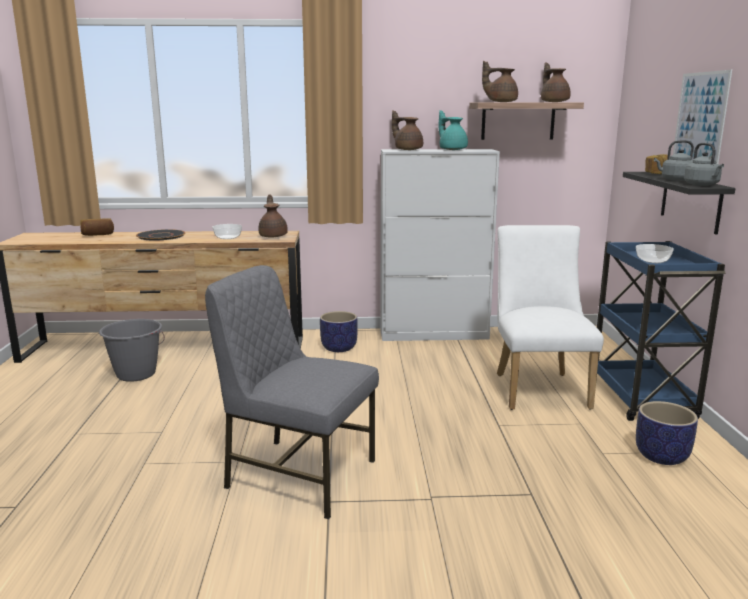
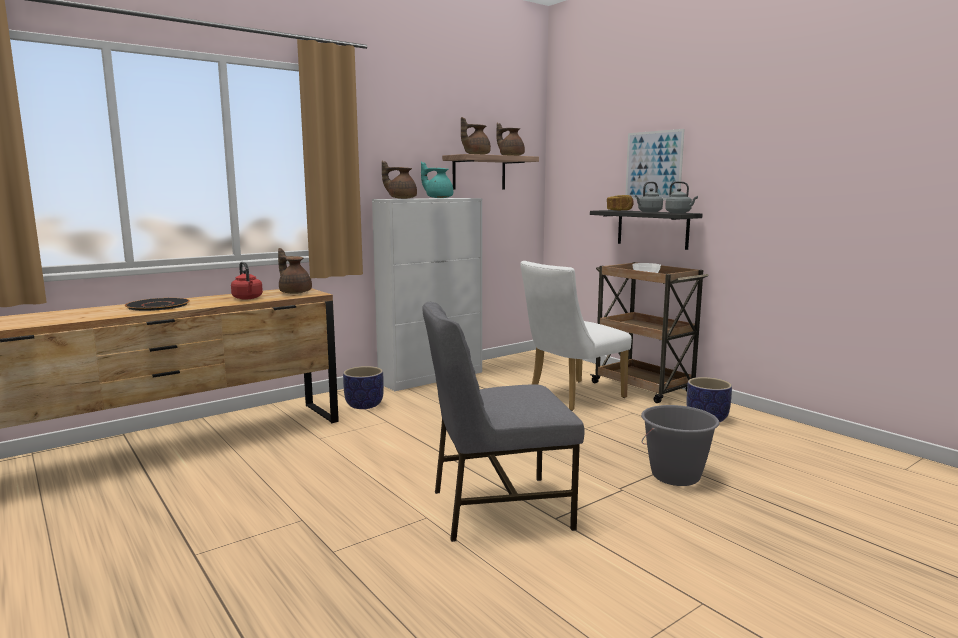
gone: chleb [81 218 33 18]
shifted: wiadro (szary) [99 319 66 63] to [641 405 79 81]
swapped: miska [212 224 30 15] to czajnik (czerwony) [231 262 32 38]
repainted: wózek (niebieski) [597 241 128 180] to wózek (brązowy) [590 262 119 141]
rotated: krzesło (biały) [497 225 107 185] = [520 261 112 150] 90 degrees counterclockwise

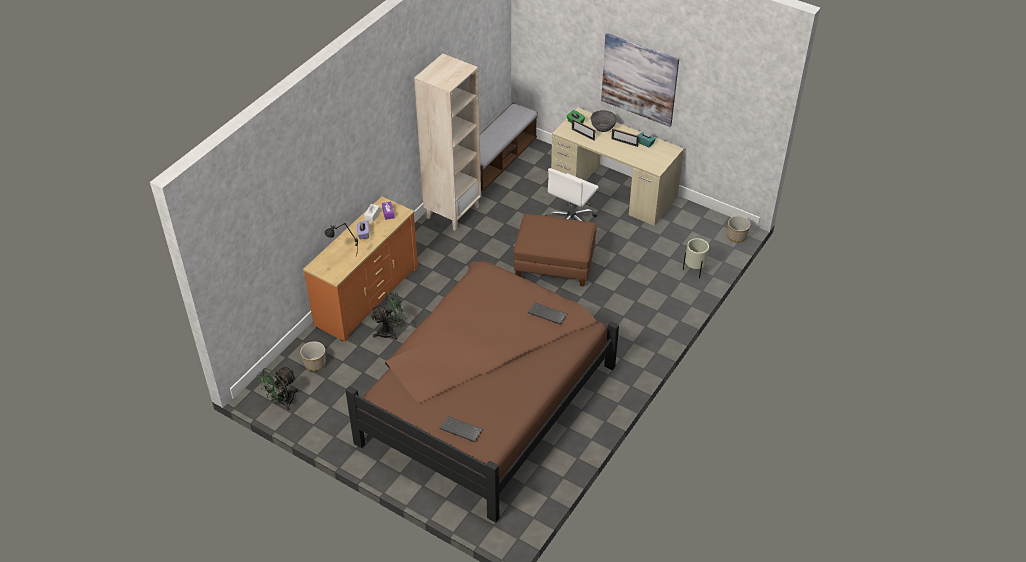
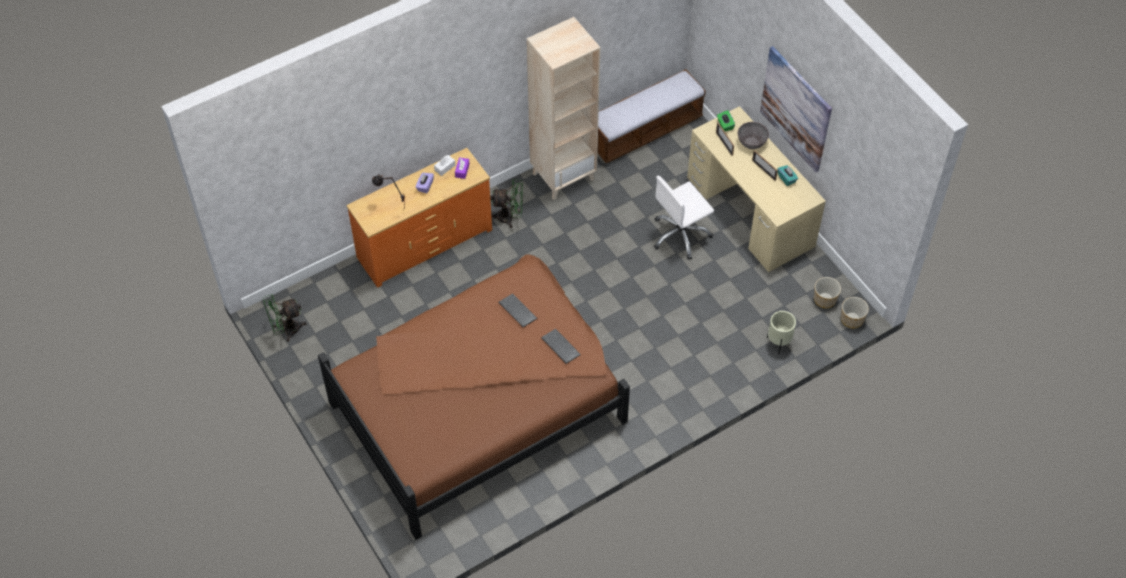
gone: pufa (brązowy) [514 214 83 73]
shifted: donica [300 341 26 30] to [814 277 27 31]; wentylator (zielony) [371 291 35 49] to [490 179 33 49]; klawiatura [440 416 43 26] to [498 293 39 34]

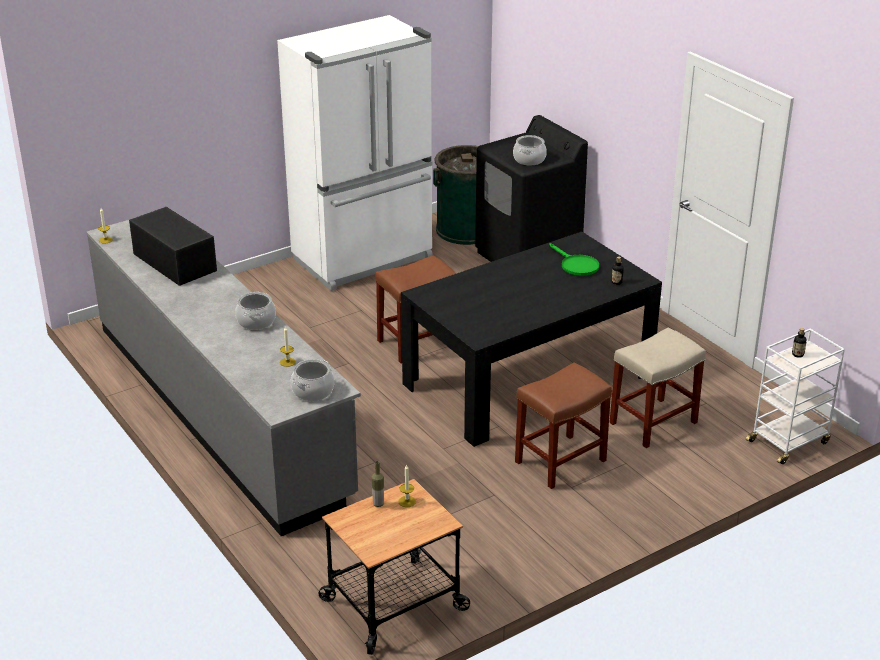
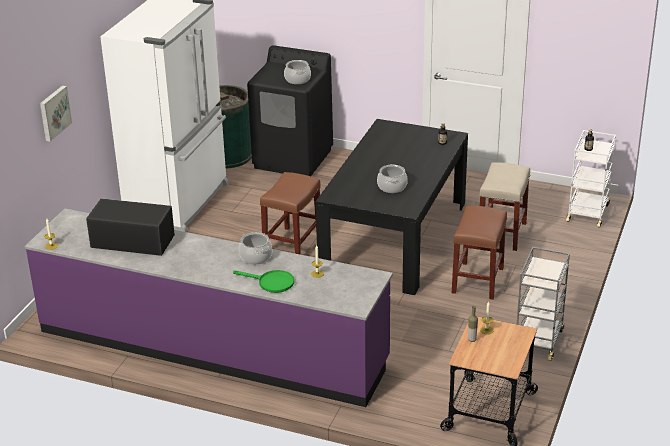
new: obraz [40 85 32 57]; wózek (szary) [517 247 53 114]
shifted: garnek [291 359 43 42] to [377 164 31 29]; patelnia (zielony) [549 243 50 33] to [233 270 61 23]
repainted: zabudowa kuchenna (szary) [87 220 274 316] to zabudowa kuchenna (fioletowy) [25 208 368 199]

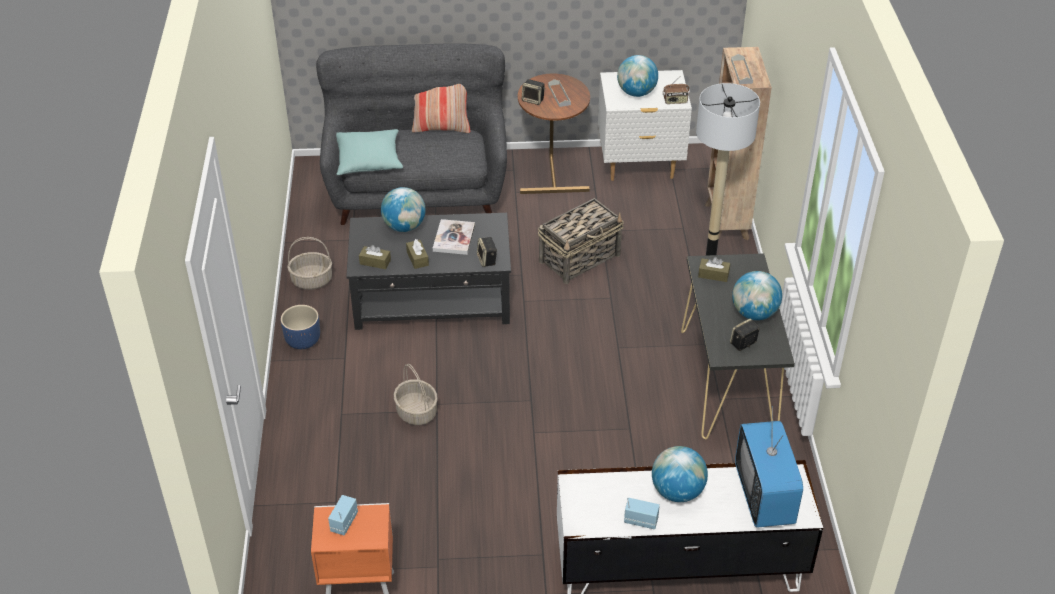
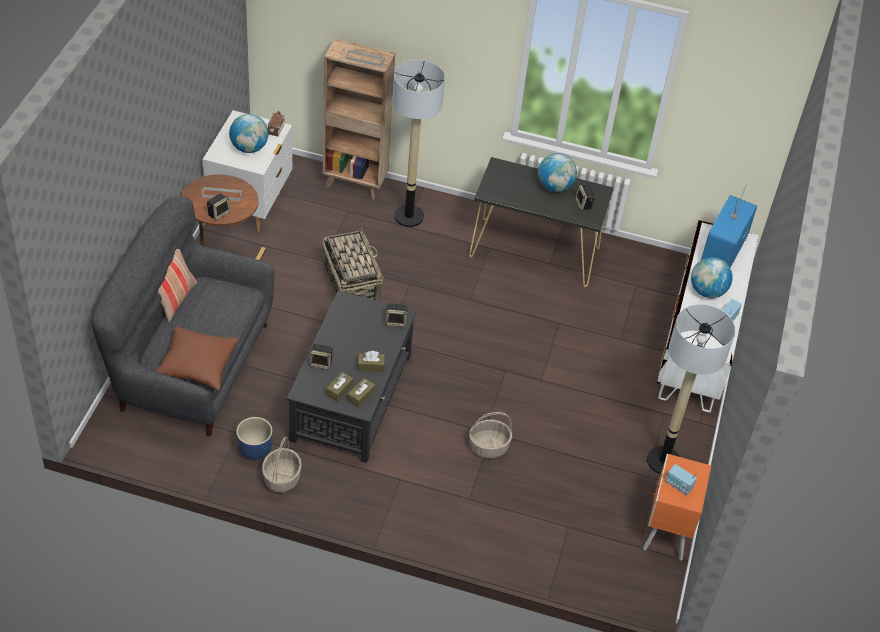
gone: książka [433 219 42 36]
new: lampa stojąca [647 304 88 170]
shifted: donica (niebieski) [281 305 39 44] to [236 417 37 43]; pudełko chusteczek (brązowy) [698 257 32 25] to [326 372 27 30]
swapped: globus [381 187 45 45] to głośnik [309 344 25 26]
repainted: poduszka (turkusowy) [336 129 67 46] to poduszka (brązowy) [156 326 83 65]
rotated: telewizor [735 406 68 122] = [701 186 56 82] 105 degrees clockwise

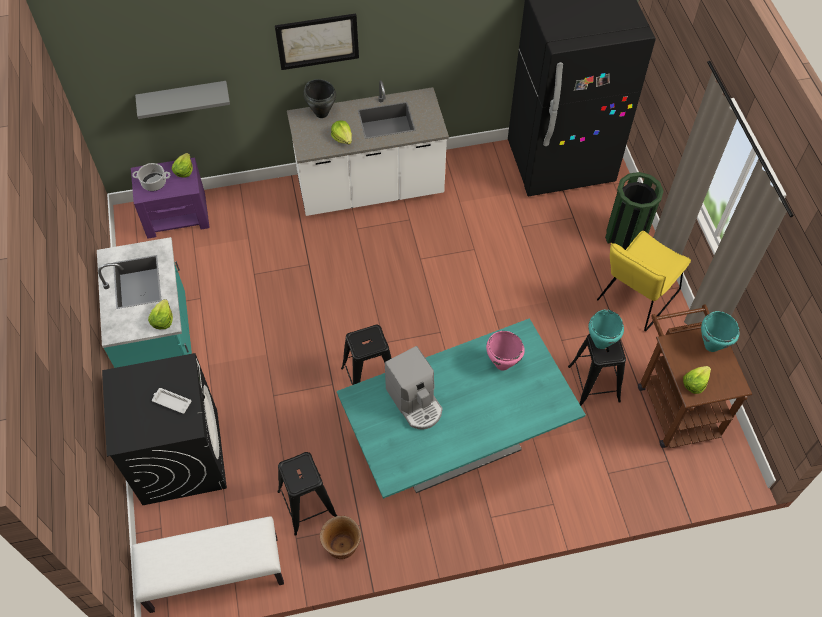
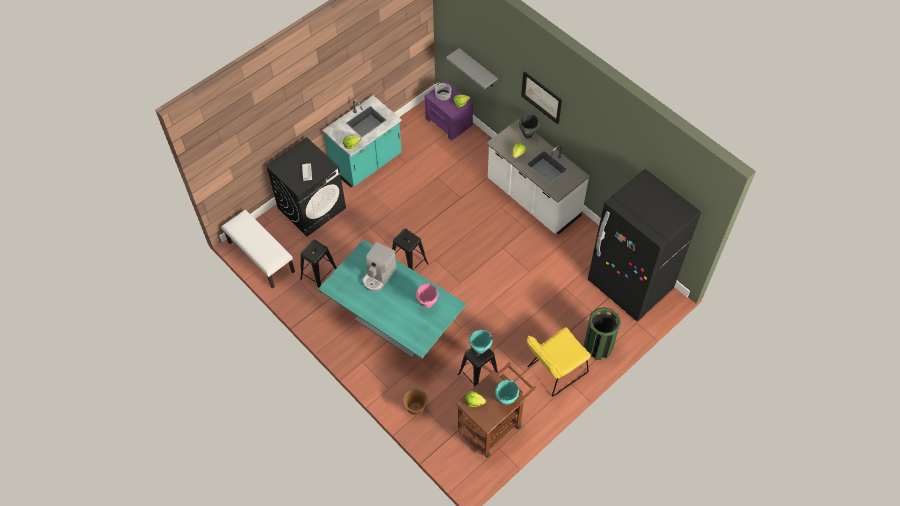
shifted: donica (brązowy) [320 516 41 43] to [403 389 25 26]
rotated: krzesło (żółty) [597 231 94 100] = [527 327 64 69] 45 degrees counterclockwise

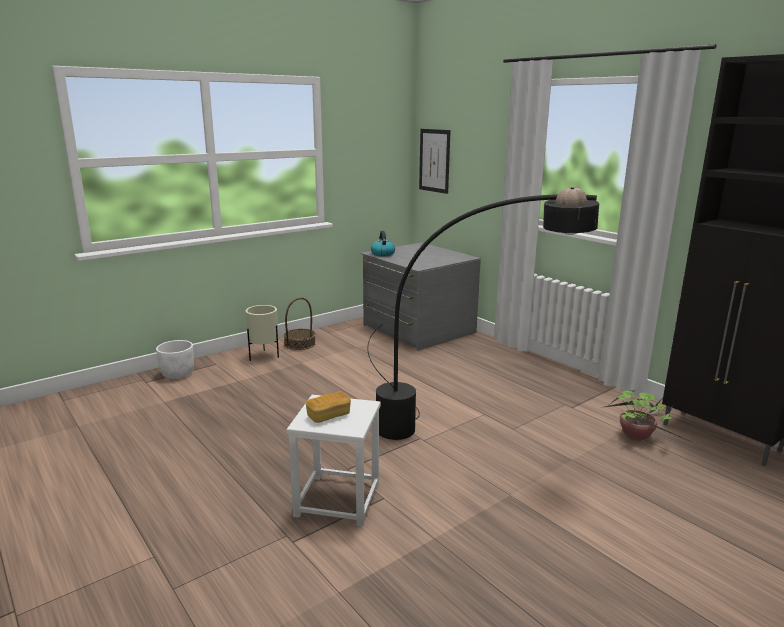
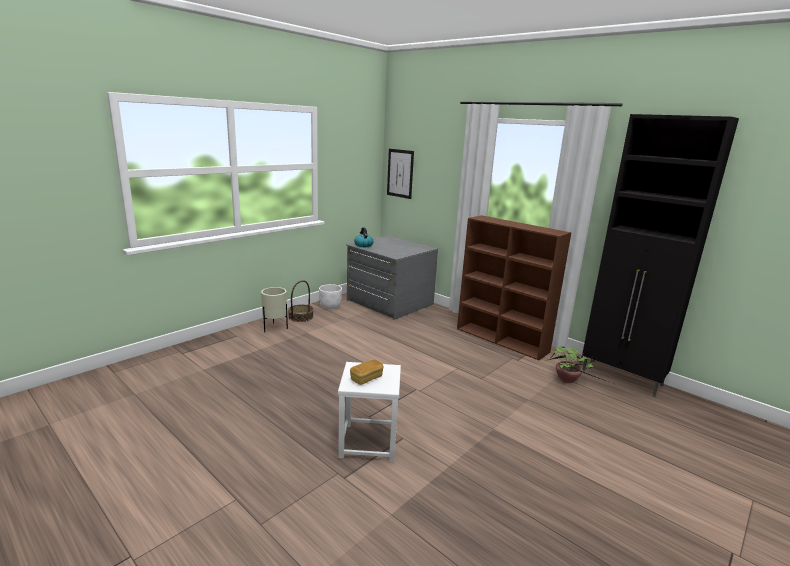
gone: lampa stojąca (czarny) [367 187 232 253]
new: regał (brązowy) [457 215 114 145]
shifted: donica (biały) [156 340 38 39] to [319 284 23 25]

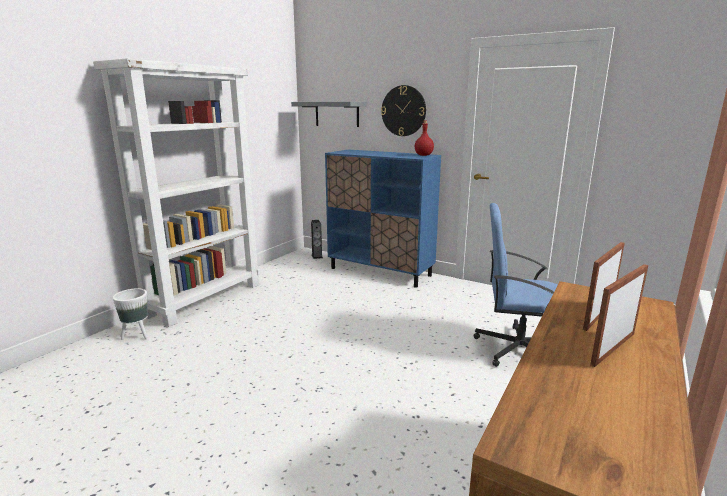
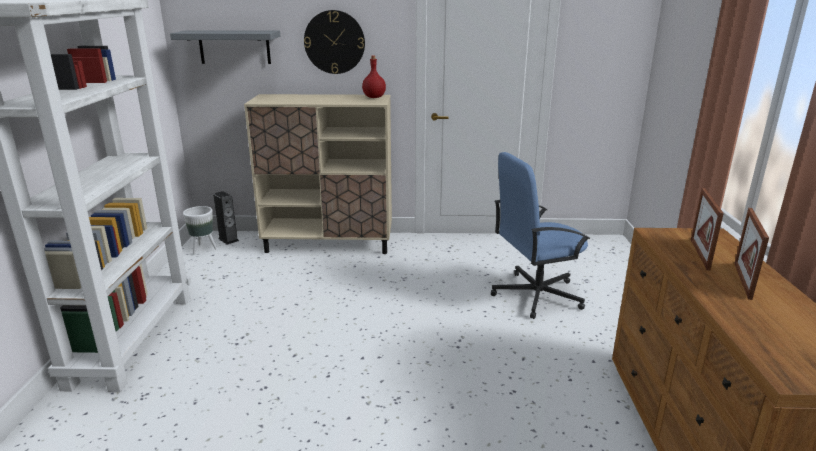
shifted: donica (biały) [113 288 35 52] to [183 206 34 49]
repainted: szafka (niebieski) [325 150 116 138] to szafka (beżowy) [244 94 148 160]

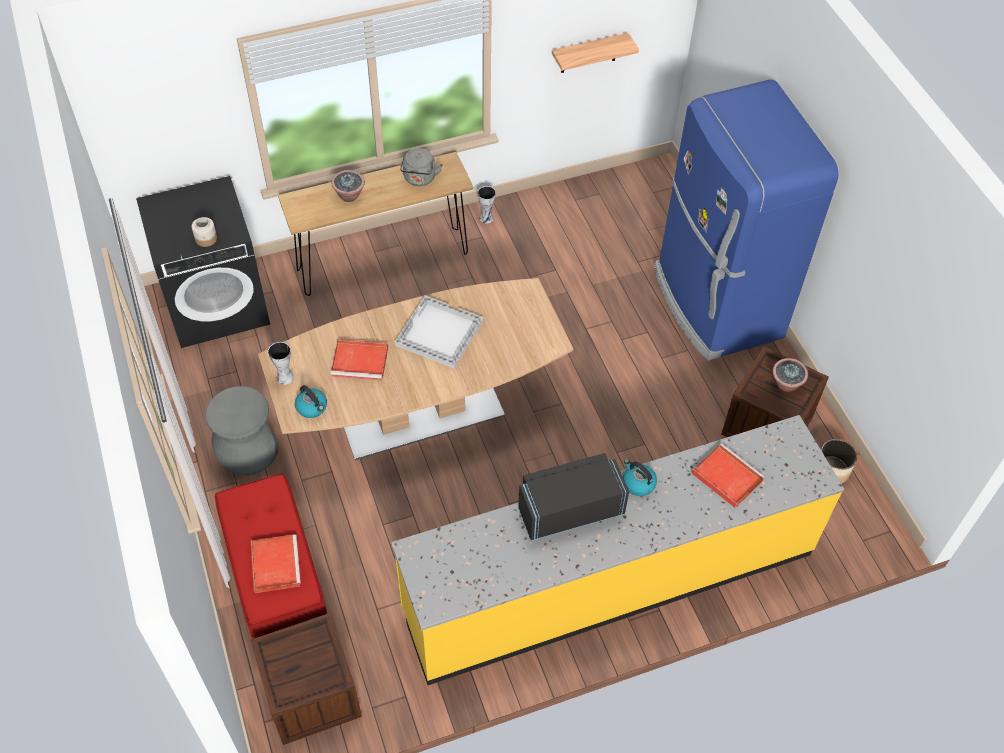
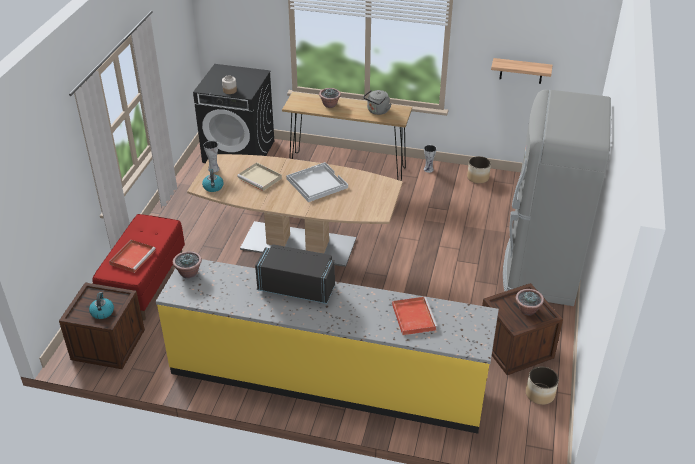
gone: stołek (szary) [205 386 74 89]
new: roślina doniczkowa [173 251 29 28]; donica [467 156 24 28]
shifted: czajnik [623 459 34 37] to [89 292 25 27]
repainted: taca (czerwony) [331 339 57 41] to taca (beżowy) [237 162 45 29]; lodówka (niebieski) [654 79 185 282] to lodówka (szary) [503 90 108 216]

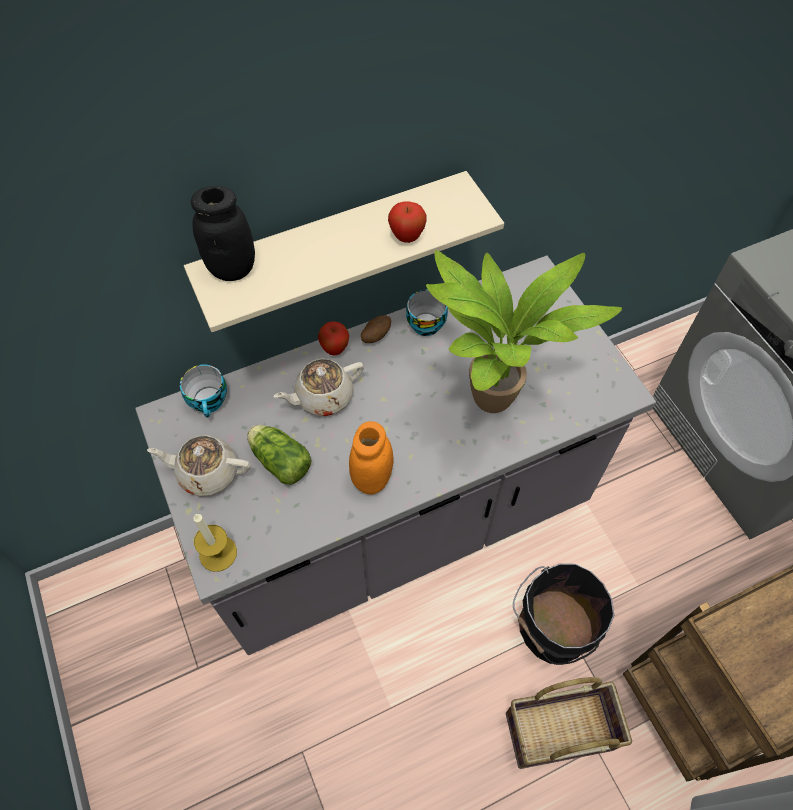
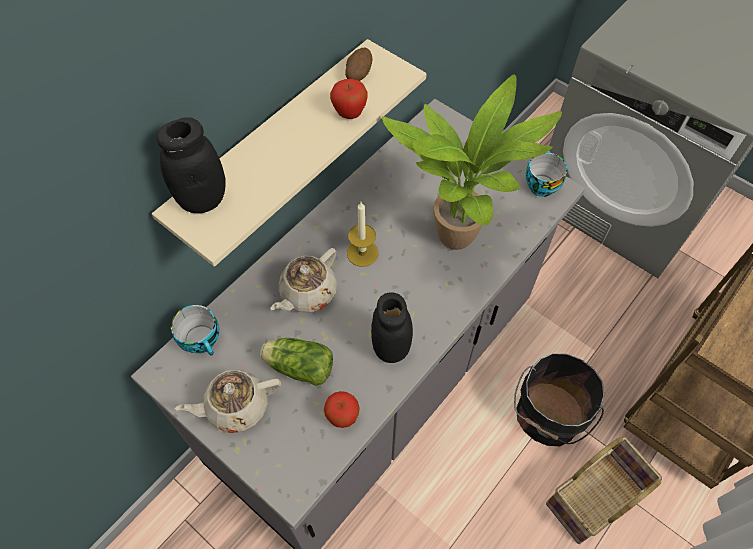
shifted: świeca [193 514 44 58] to [347 202 32 65]; jabłko [318 321 31 35] to [324 391 36 37]; ziemniak [361 315 30 28] to [345 48 27 33]; filiżanka [406 290 42 46] to [525 151 42 46]
repainted: słoik (pomarańczowy) [349 421 44 73] to słoik (czarny) [371 292 42 71]

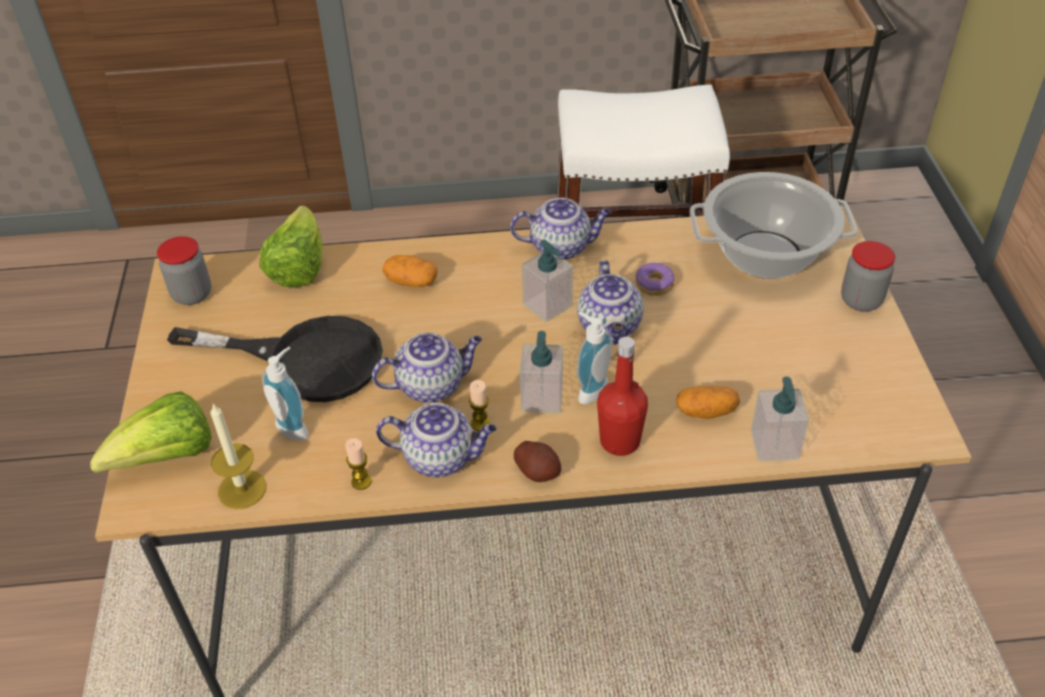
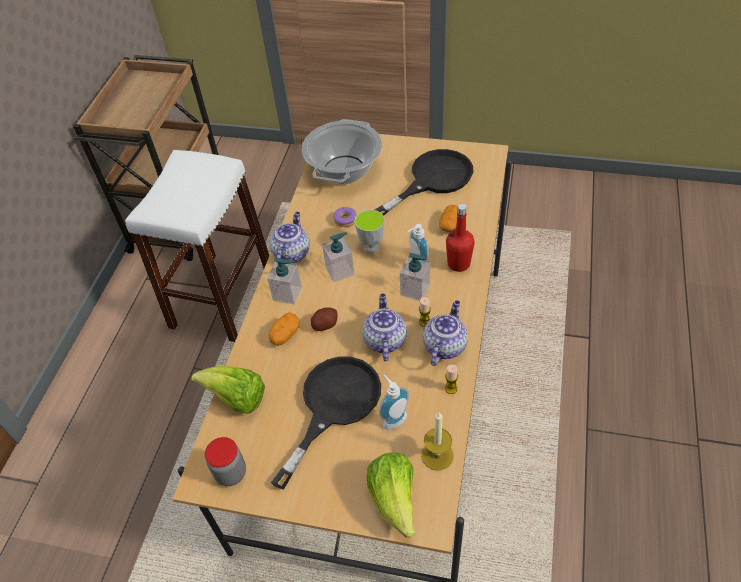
gone: słoik [841 241 54 70]
new: patelnia (czarny) [375 149 98 67]
shifted: ziemniak [514 441 47 41] to [311 307 27 24]; dozownik mydła [751 377 58 84] to [267 258 35 46]
swapped: imbryk [577 260 67 85] to filiżanka [354 210 31 43]

